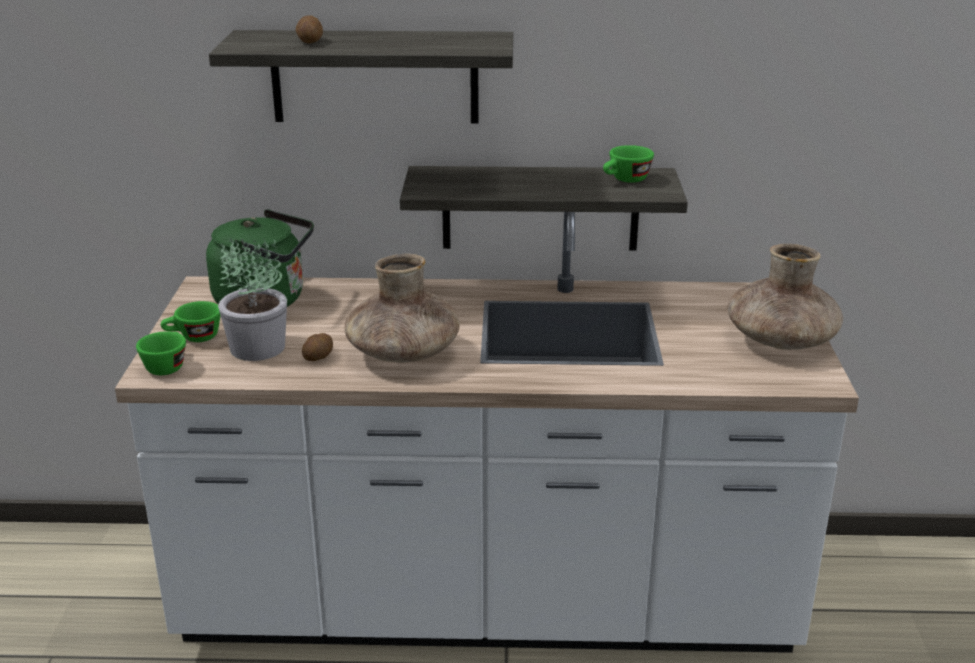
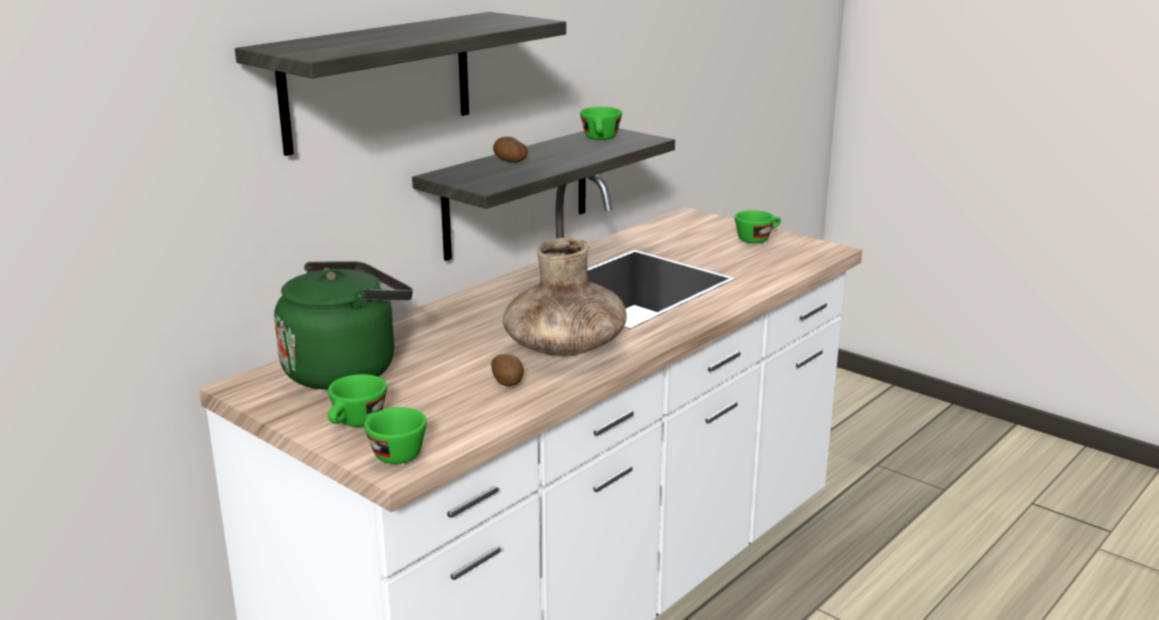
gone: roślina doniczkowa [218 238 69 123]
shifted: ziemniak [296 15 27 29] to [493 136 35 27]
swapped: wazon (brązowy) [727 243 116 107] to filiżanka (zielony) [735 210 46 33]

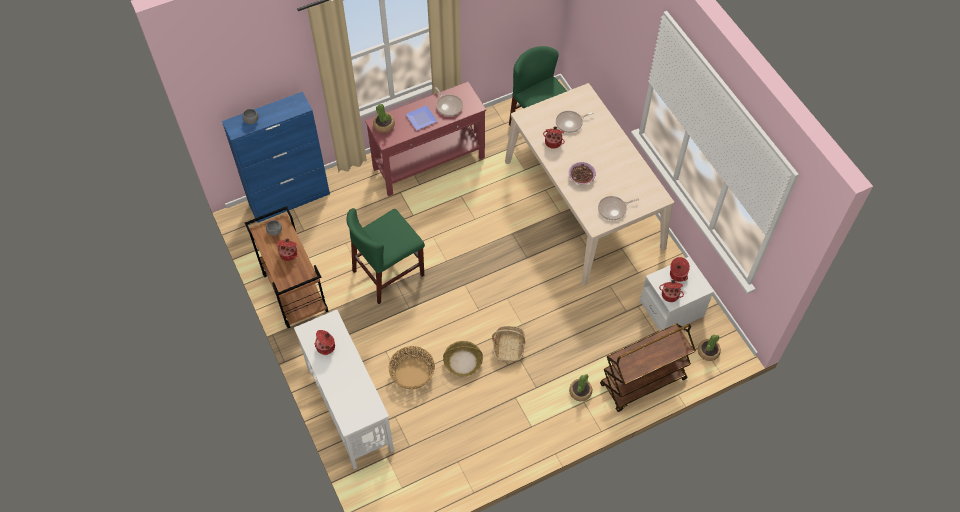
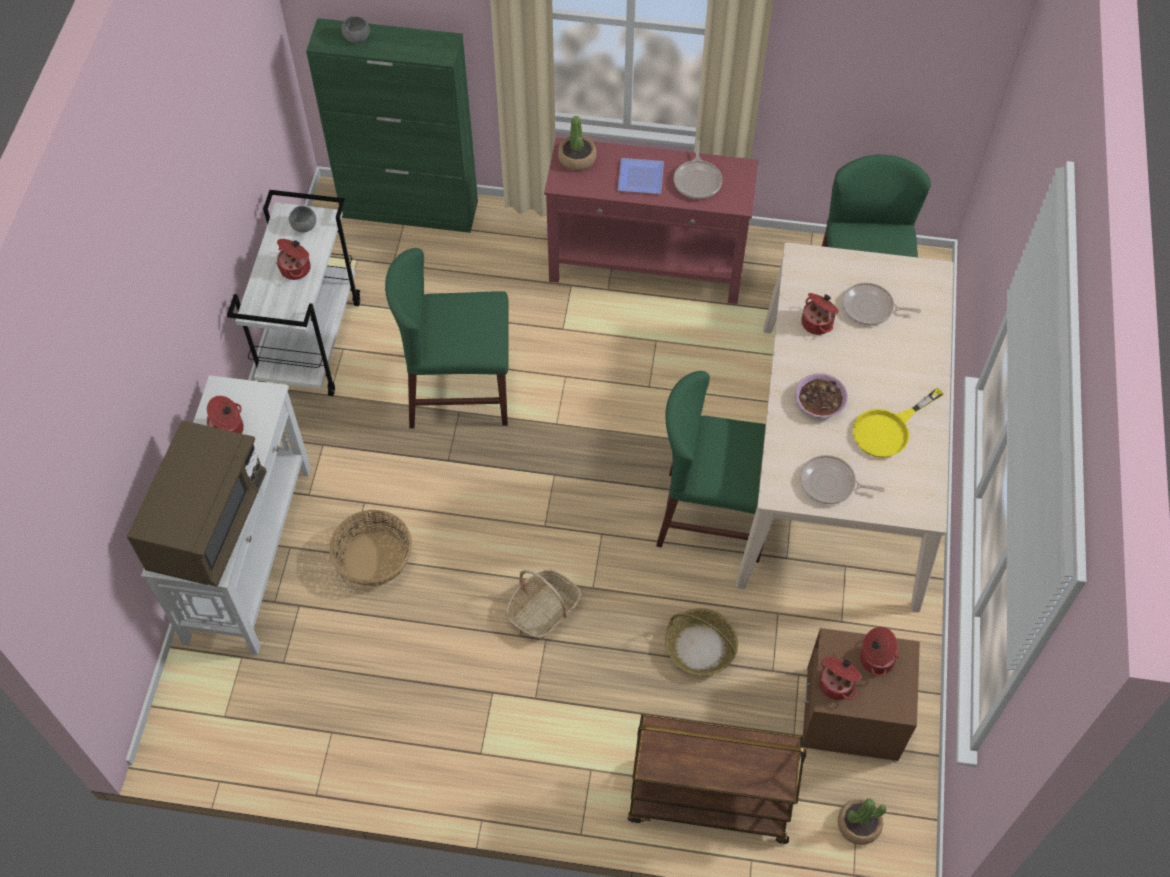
gone: roślina doniczkowa [569 374 23 27]
new: mikrofalówka (brązowy) [127 420 140 167]; krzesło (zielony) [656 371 110 192]; patelnia (żółty) [853 388 91 70]
shifted: koszyk [443 341 40 35] to [665 608 73 68]
repainted: szafka (niebieski) [222 92 108 131] to szafka (zielony) [306 18 172 215]; wózek (brązowy) [245 206 84 122] to wózek (biały) [227 190 133 206]; szafka nocna (biały) [640 257 73 74] to szafka nocna (brązowy) [803 628 117 133]

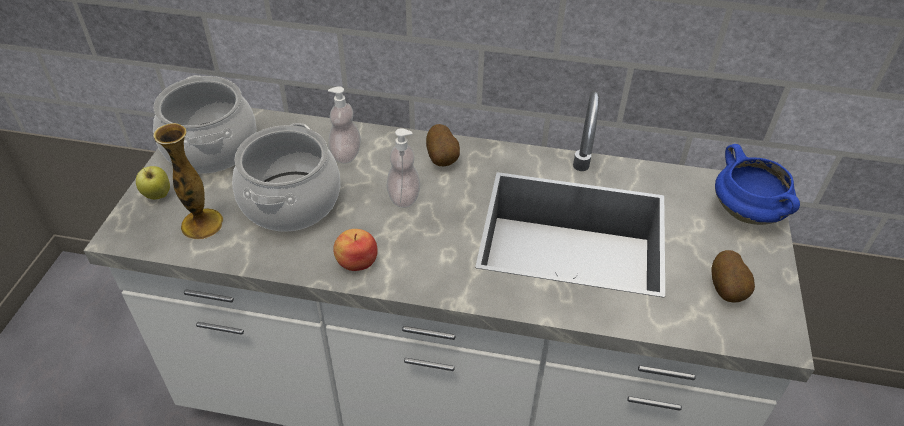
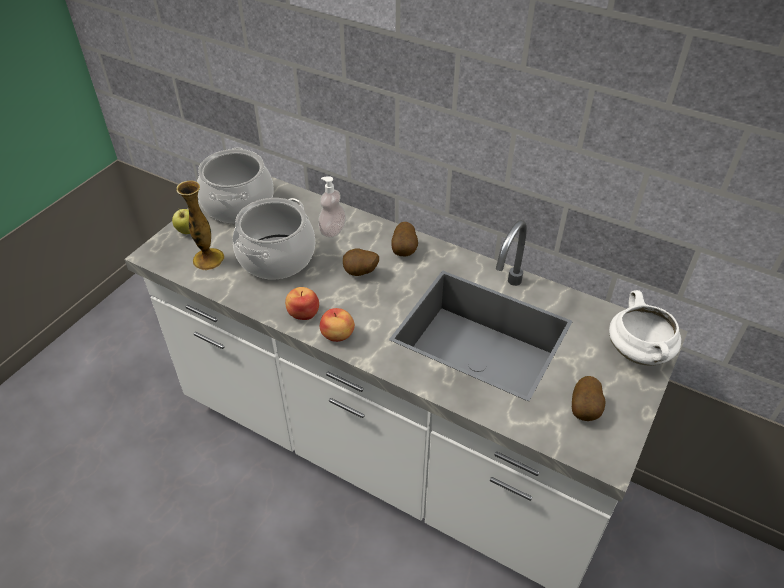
new: jabłko [320 308 35 34]
swapped: dozownik mydła [386 128 34 80] to ziemniak [343 248 36 28]
repainted: garnek (niebieski) [715 144 85 81] to garnek (biały) [609 290 72 76]

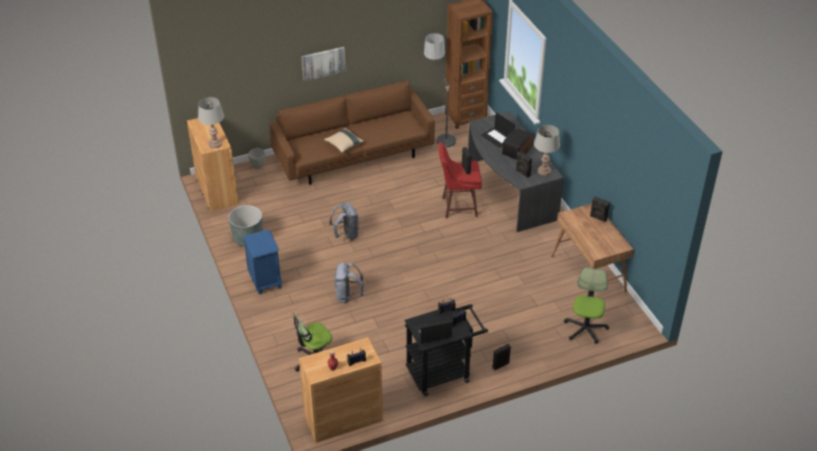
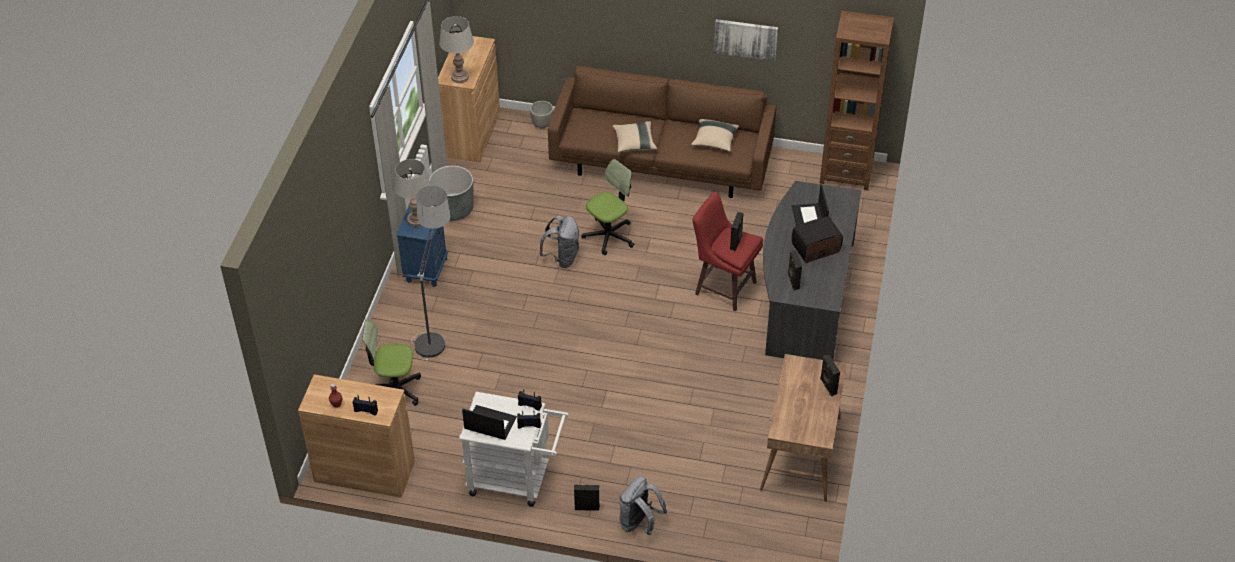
new: poduszka (beżowy) [691 119 48 33]
shifted: obraz [301 47 45 35] to [714 19 64 42]; plecak (szary) [334 262 30 41] to [619 476 48 59]; lampa stojąca [424 33 32 116] to [411 186 39 175]; lampa stołowa (szary) [534 125 26 51] to [394 159 37 68]; krzesło biurowe [564 268 45 76] to [581 159 53 96]
repainted: wózek (czarny) [405 304 83 92] to wózek (biały) [459 392 110 115]

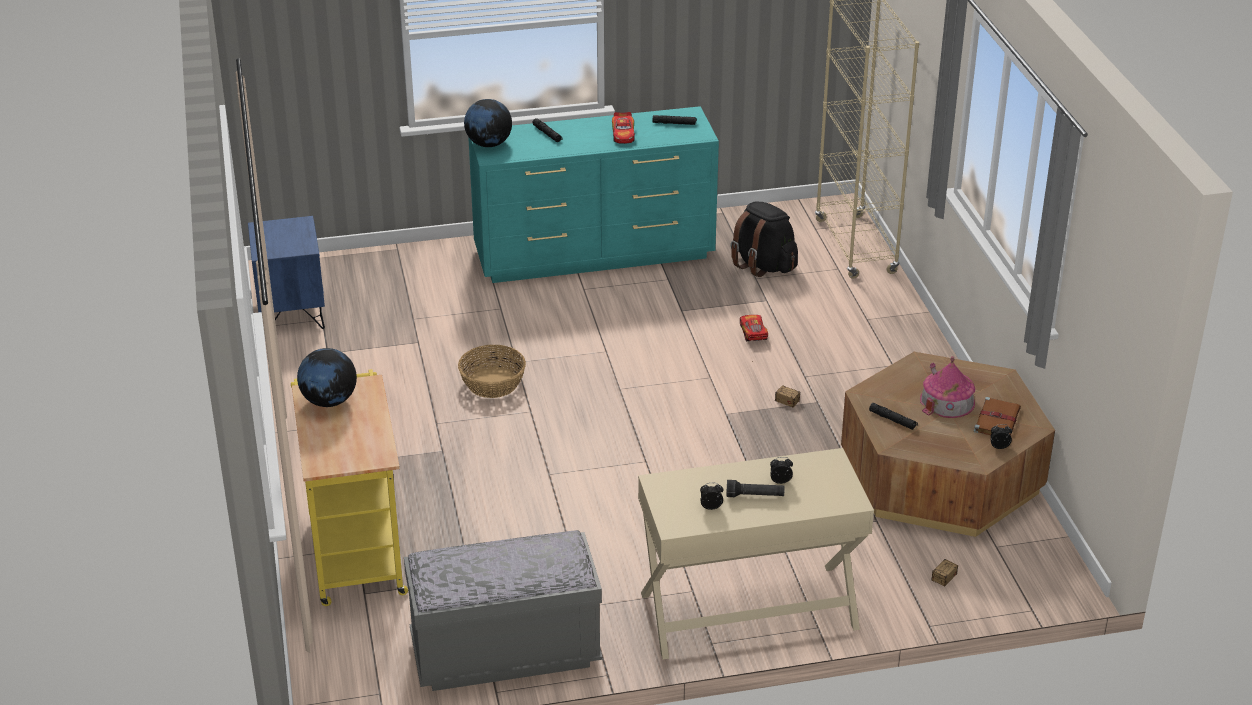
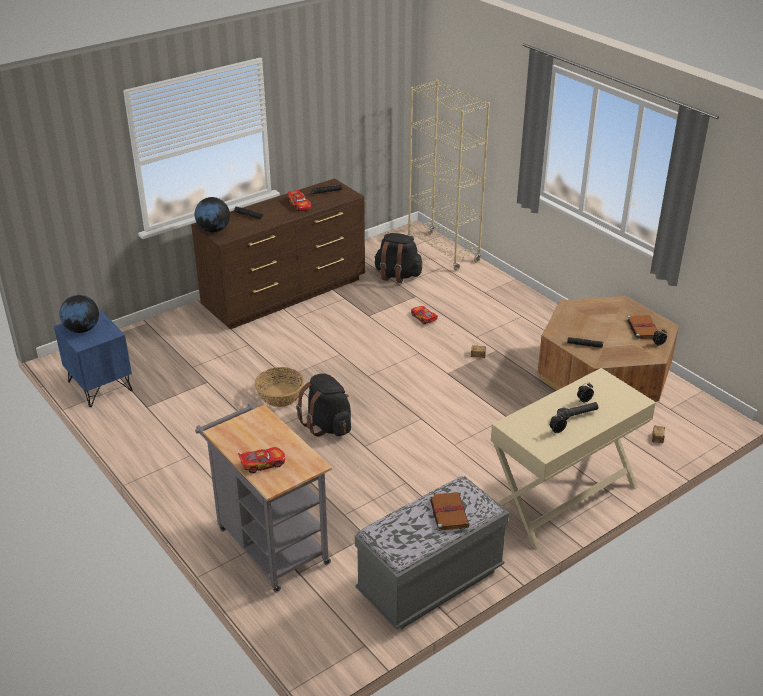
gone: domek [920 356 55 62]
new: samochodzik [238 447 47 26]; plecak (czarny) [296 373 55 64]; książka (brązowy) [429 492 40 39]
shifted: globus [297 348 60 59] to [59 295 40 38]
repainted: wózek (żółty) [291 369 117 237] to wózek (szary) [195 403 137 190]; komoda (turkusowy) [468 106 251 177] to komoda (brązowy) [191 178 174 151]

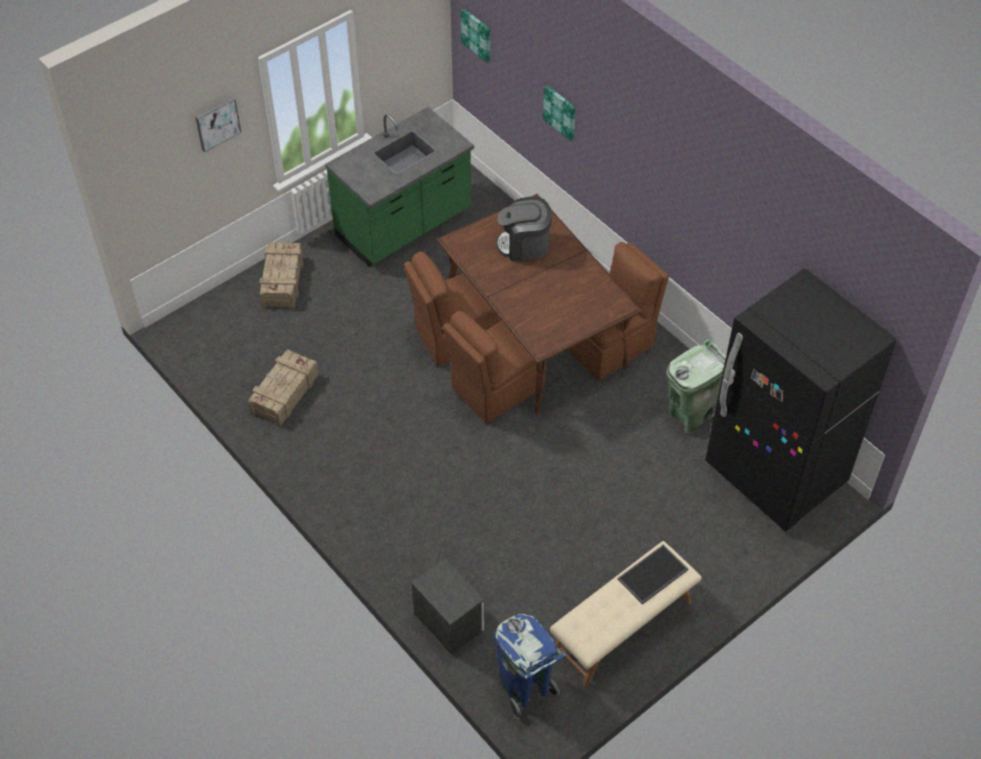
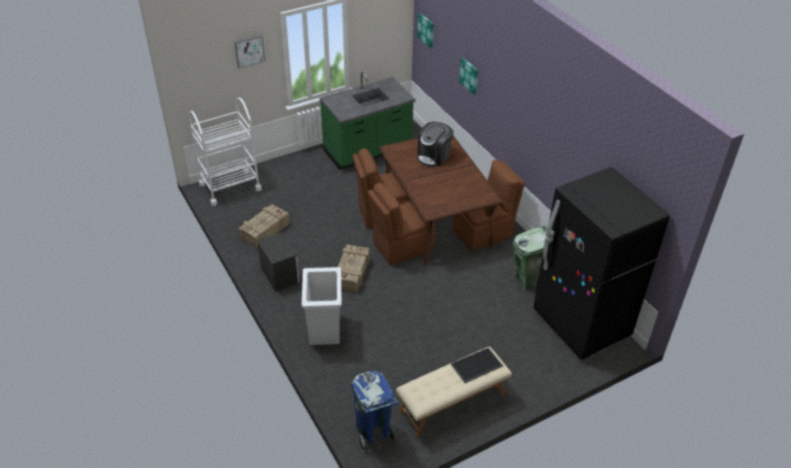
new: wózek (biały) [188 98 74 108]; kosz na śmieci (biały) [302 267 40 78]
shifted: skrzynka [260 242 43 66] to [338 244 32 50]; szafka nocna [411 559 73 95] to [257 232 43 60]
rotated: ekspres do kawy [496 196 56 66] = [418 122 36 45] 60 degrees counterclockwise

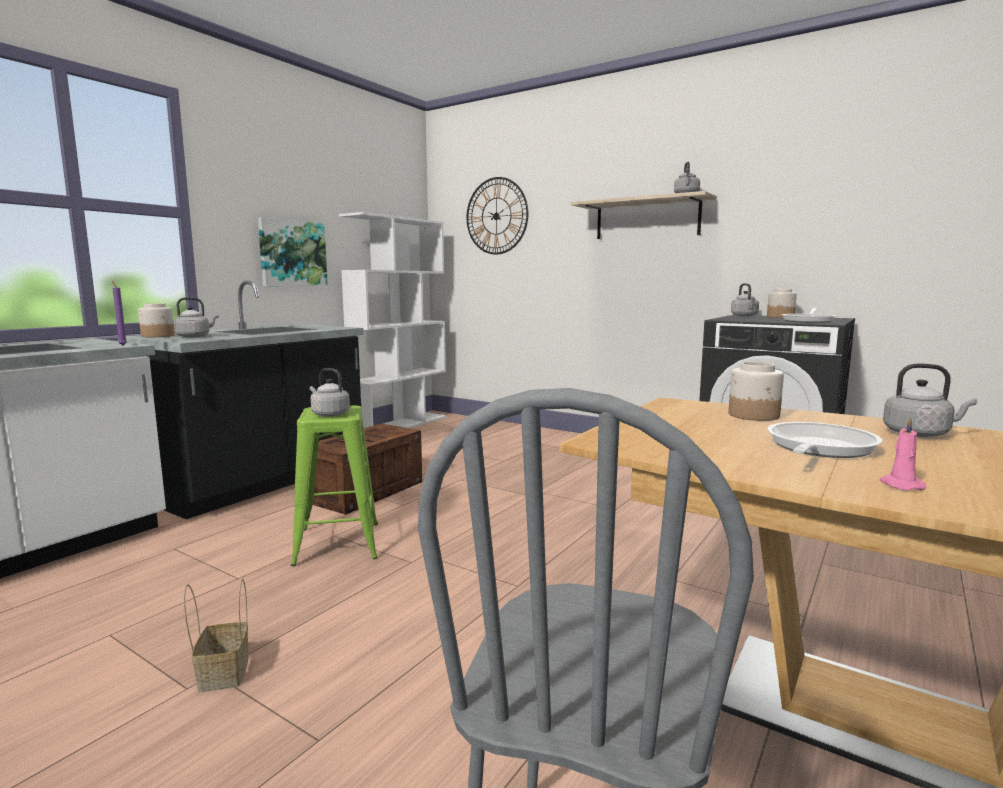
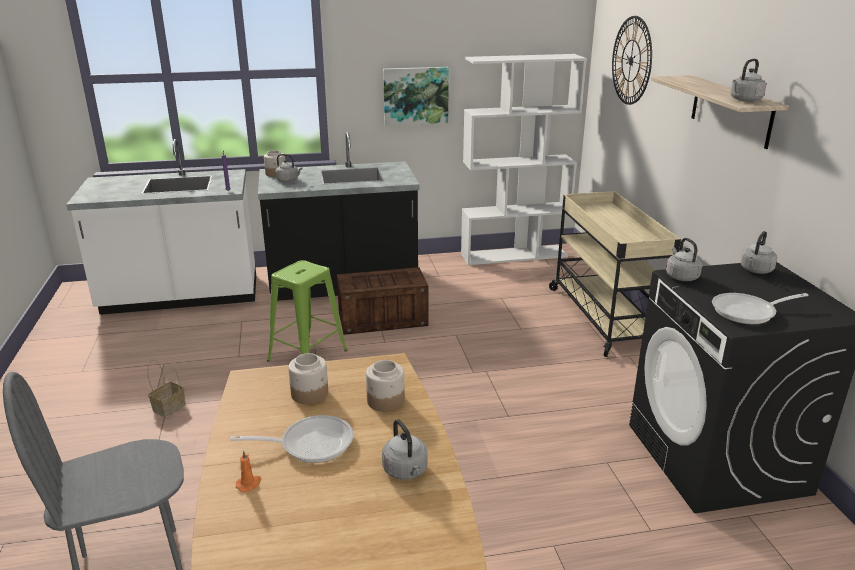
new: wózek (beżowy) [549 191 132 166]
shifted: czajnik (szary) [310 368 40 49] to [666 238 36 43]; słoik [767 289 30 29] to [288 353 40 51]
repainted: świeca (różowy) [880 416 46 74] to świeca (pomarańczowy) [236 450 25 42]

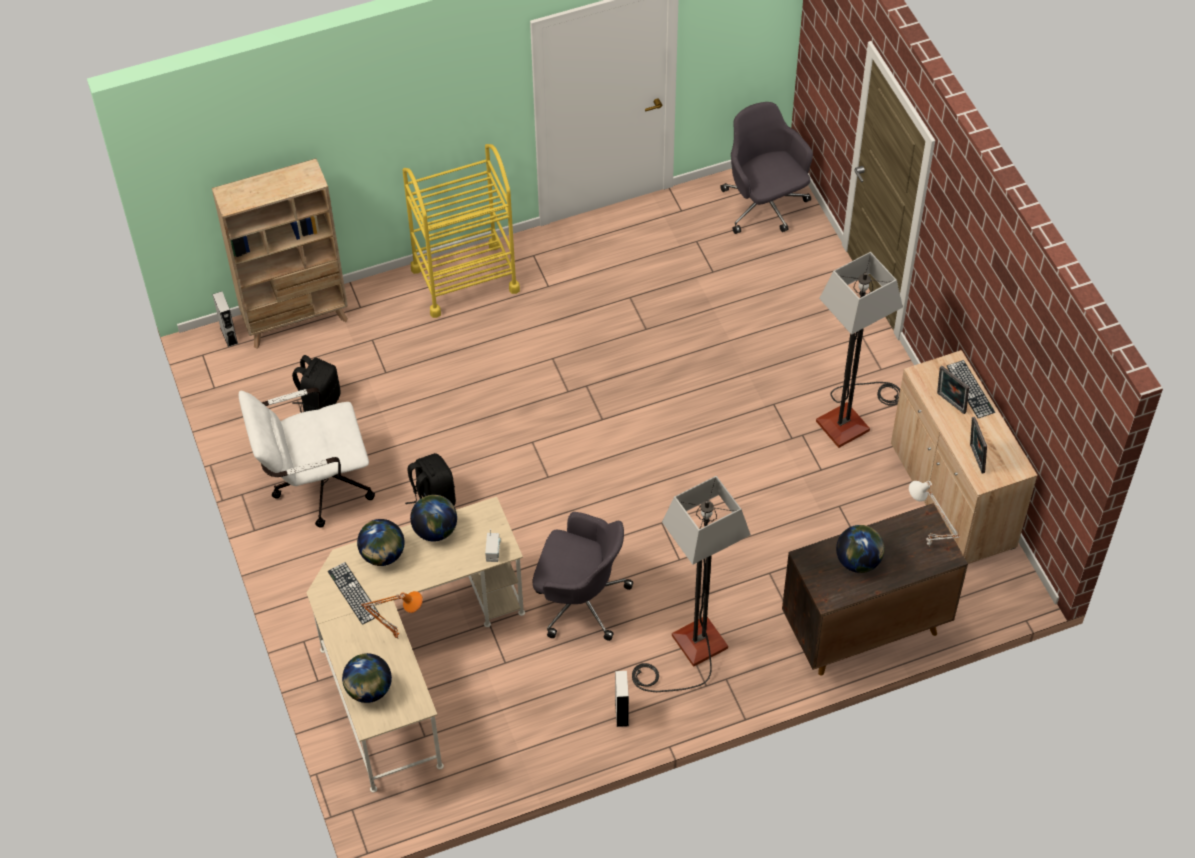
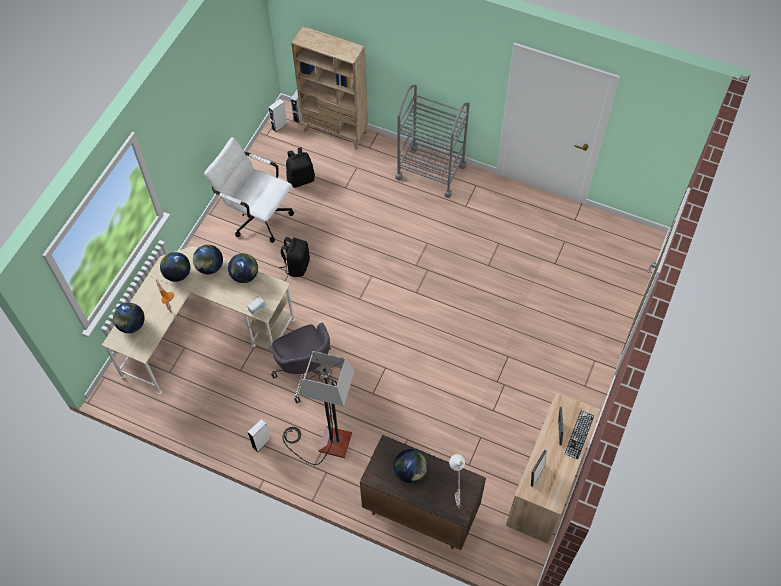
gone: krzesło biurowe (szary) [720 102 93 132]; lampa stojąca [816 252 87 196]
new: głośnik (biały) [268 99 20 33]
swapped: klawiatura [328 562 51 63] to globus [160 252 30 30]
repainted: wózek (żółty) [402 144 118 174] to wózek (szary) [395 85 75 113]

